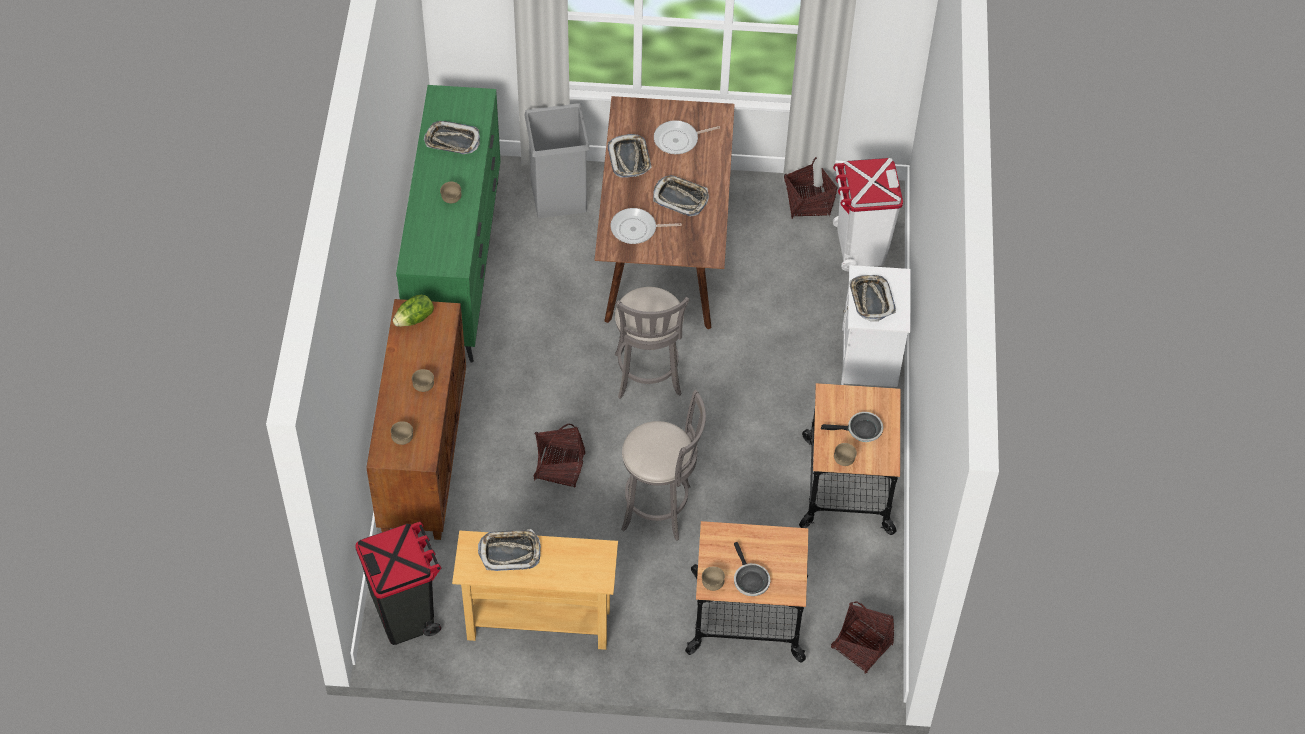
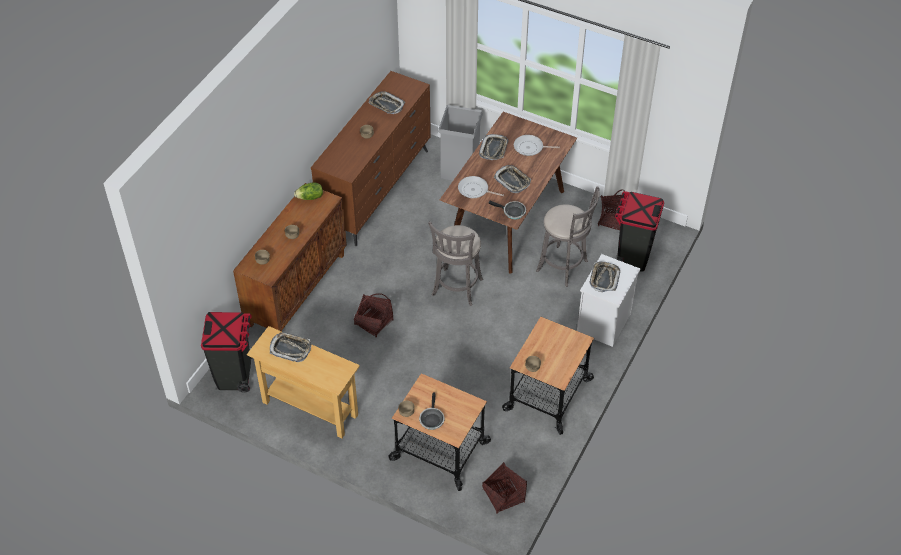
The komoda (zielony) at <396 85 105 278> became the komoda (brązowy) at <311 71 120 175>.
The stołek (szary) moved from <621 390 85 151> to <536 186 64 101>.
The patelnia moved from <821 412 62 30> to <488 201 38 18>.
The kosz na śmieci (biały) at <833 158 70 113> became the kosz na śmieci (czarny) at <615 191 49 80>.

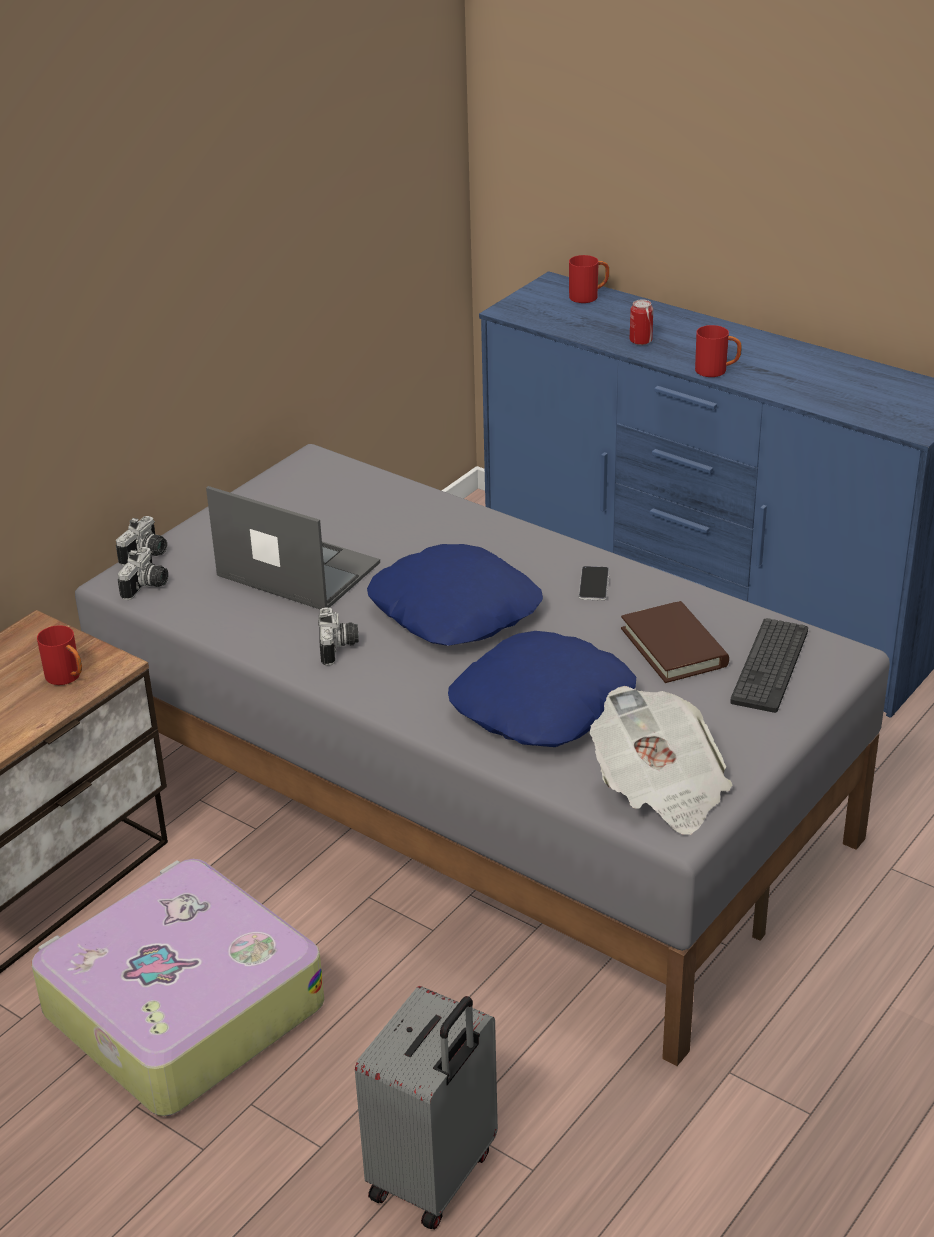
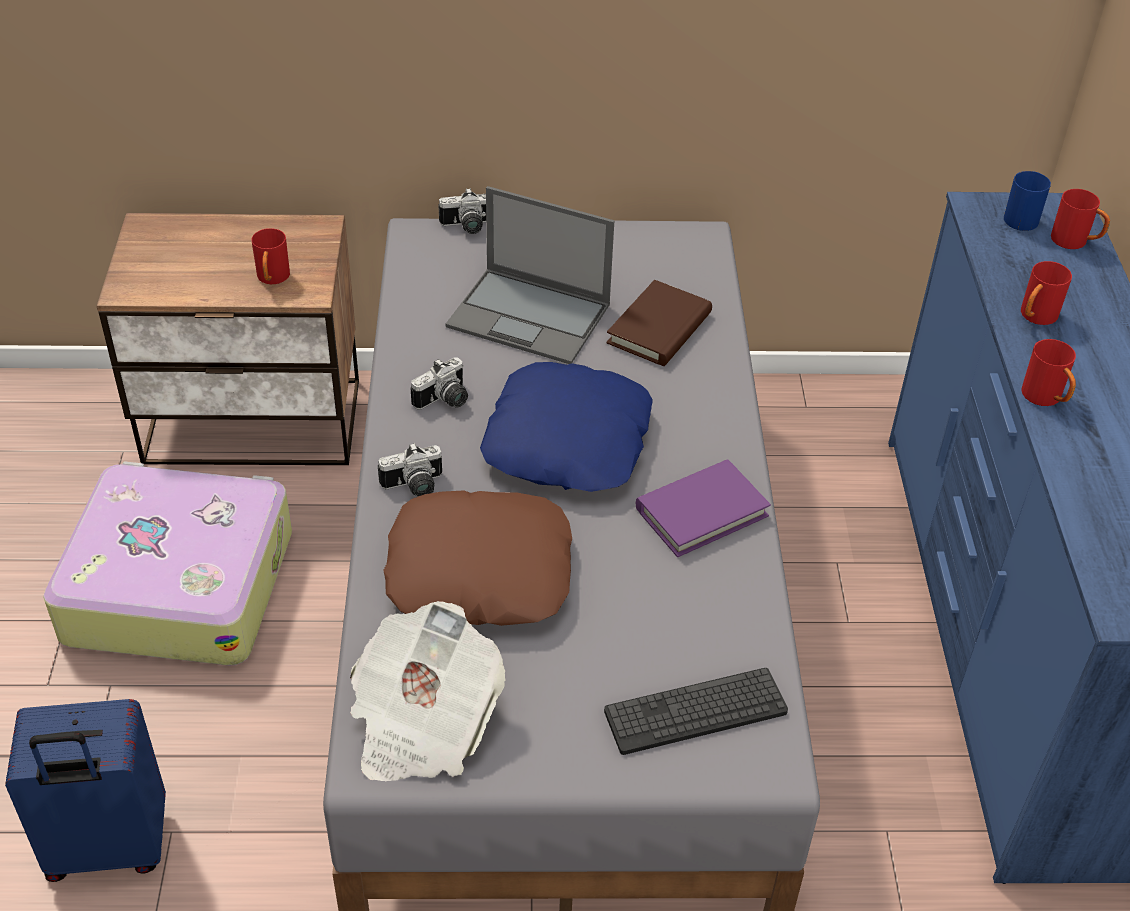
The aparat fotograficzny moved from <118 547 50 53> to <378 443 64 54>.
The laptop at <206 486 174 123> turned 120 degrees clockwise.
The walizka (szary) at <355 986 143 244> became the walizka (niebieski) at <5 699 161 183>.
The poduszka (niebieski) at <448 631 188 116> became the poduszka (brązowy) at <383 490 189 136>.
The telefon at <578 566 31 35> was replaced by the książka (fioletowy) at <636 459 135 98>.
The książka (brązowy) moved from <621 601 108 82> to <606 280 106 86>.
The puszka at <630 300 23 45> was replaced by the kubek (czerwony) at <1021 261 51 64>.
The kubek (niebieski) at <1004 171 47 60> appeared.

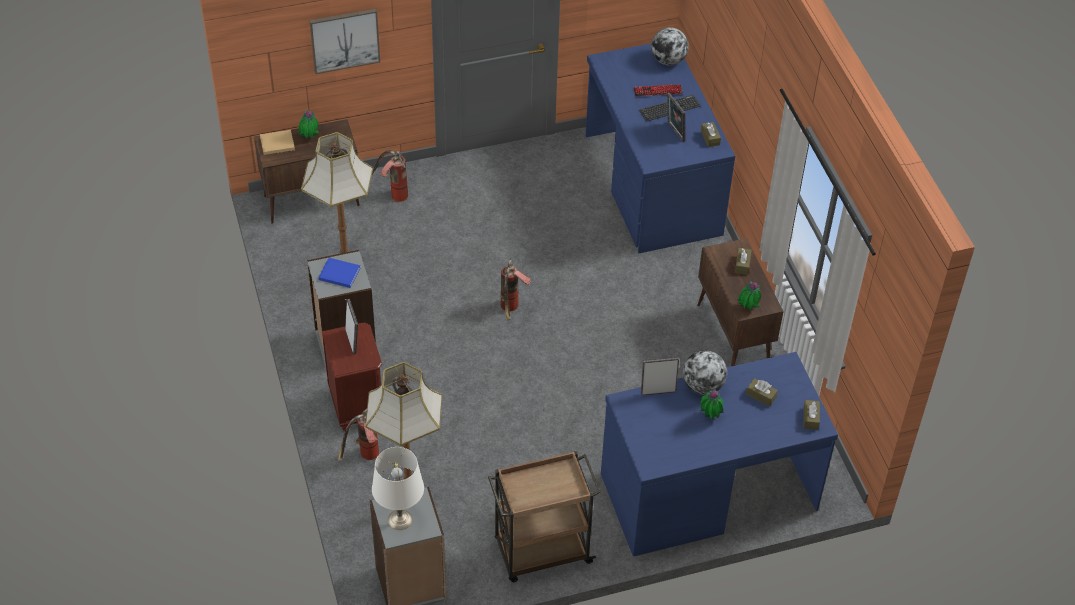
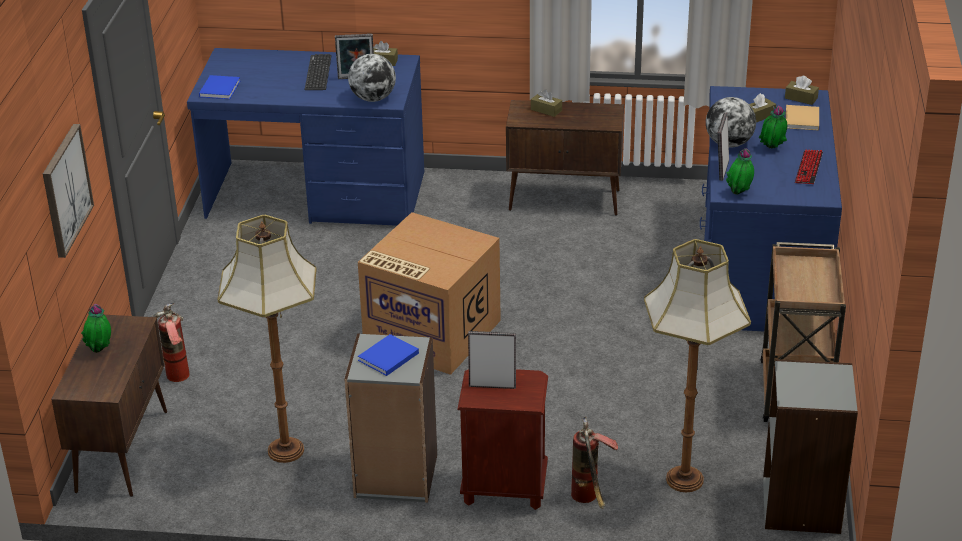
The książka (beżowy) moved from <260 130 35 25> to <786 105 33 26>.
The lampa stołowa (biały) at <372 447 52 83> disappeared.
The gaśnica at <500 258 31 63> was replaced by the karton at <358 212 143 163>.
The klawiatura moved from <634 84 49 13> to <795 150 28 34>.
The globus moved from <651 27 38 39> to <348 54 48 48>.
The roślina doniczkowa moved from <737 281 24 29> to <726 148 28 47>.
The książka (niebieski) at <199 75 41 24> appeared.

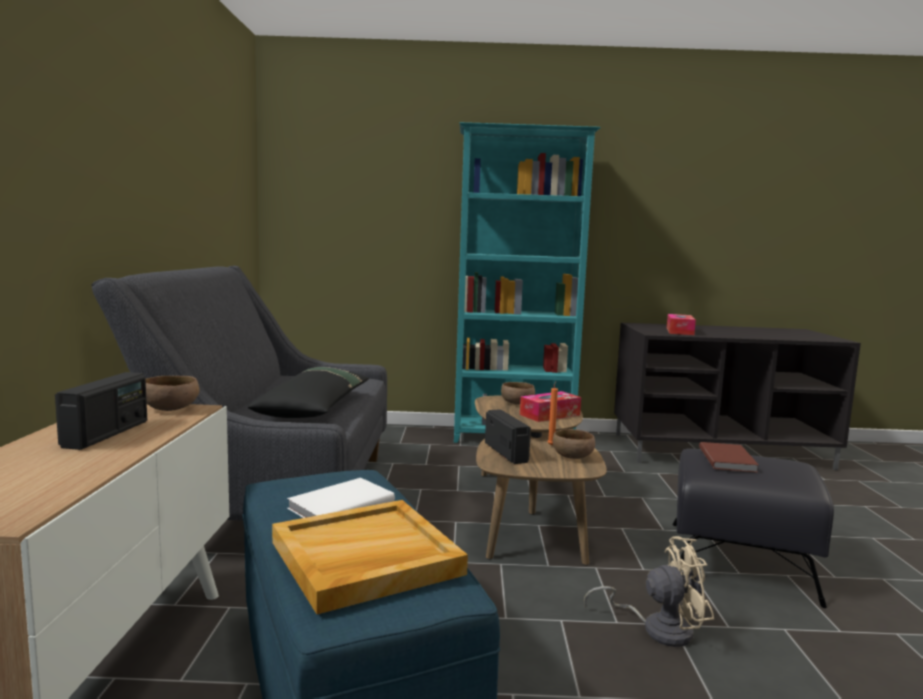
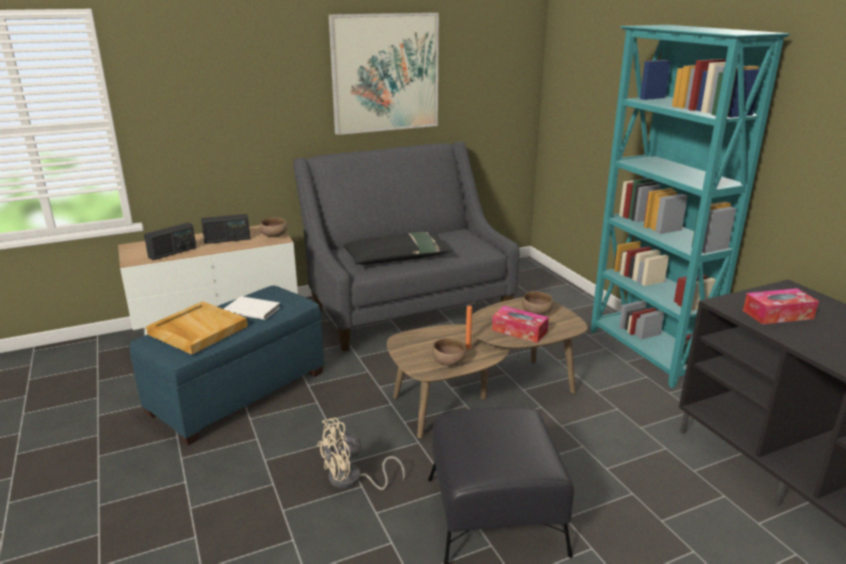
The radio moved from <485 409 46 55> to <144 223 52 37>.
The wentylator (beżowy) at <584 536 130 111> turned 90 degrees clockwise.
The książka (brązowy) at <699 442 60 31> disappeared.
The obraz at <329 13 110 122> appeared.

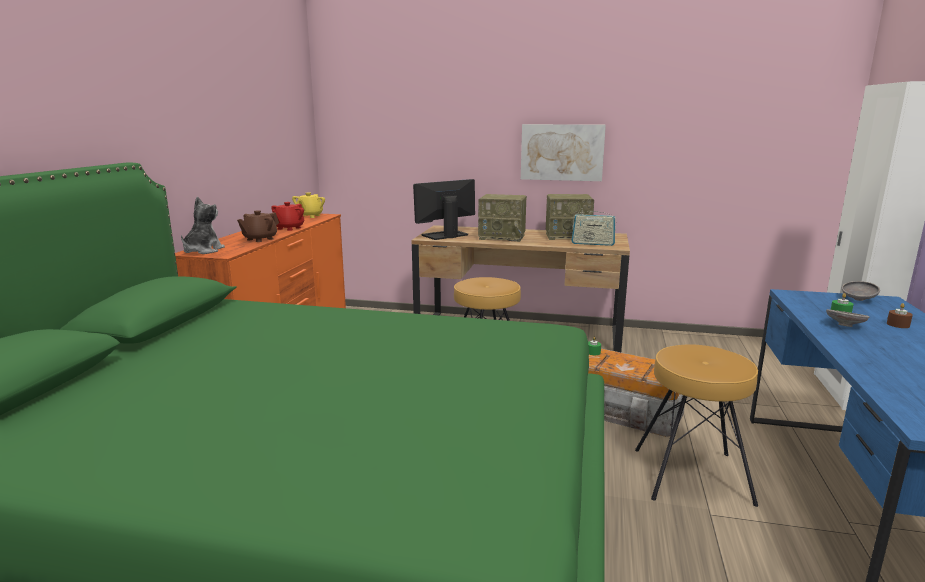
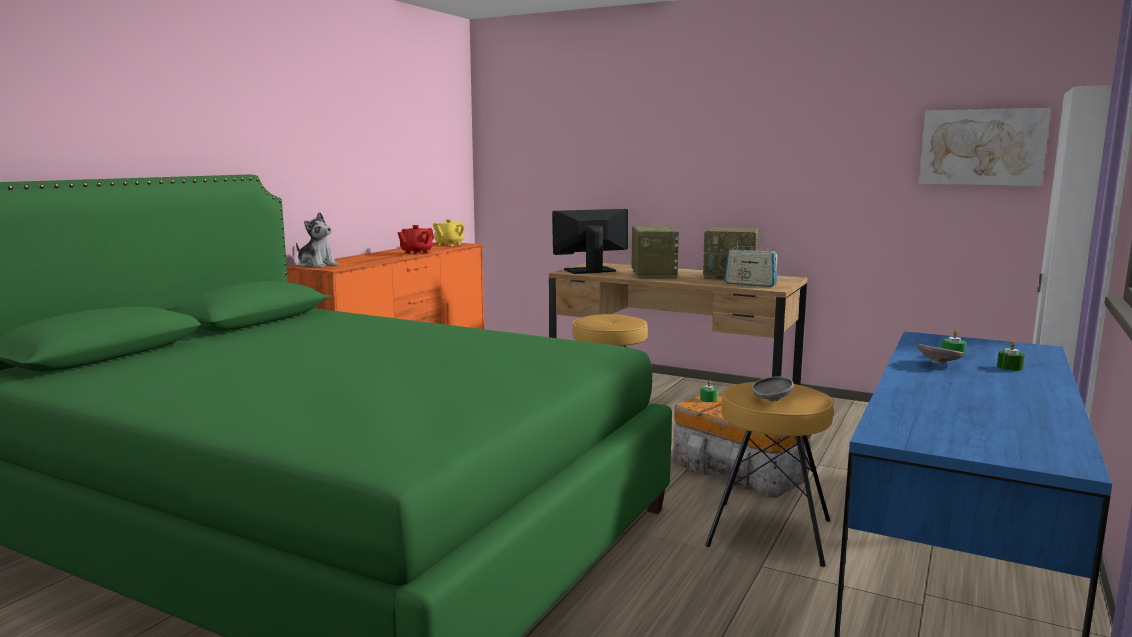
The pluszak at <181 197 44 57> turned 90 degrees clockwise.
The imbryk (brązowy) at <237 210 42 32> disappeared.
The radio at <478 194 49 48> turned 120 degrees counterclockwise.
The obraz moved from <521 124 85 57> to <918 108 133 78>.
The miska (szary) moved from <842 281 38 20> to <752 377 42 24>.
The świeca (brązowy) at <887 303 26 25> became the świeca (zielony) at <997 341 28 30>.

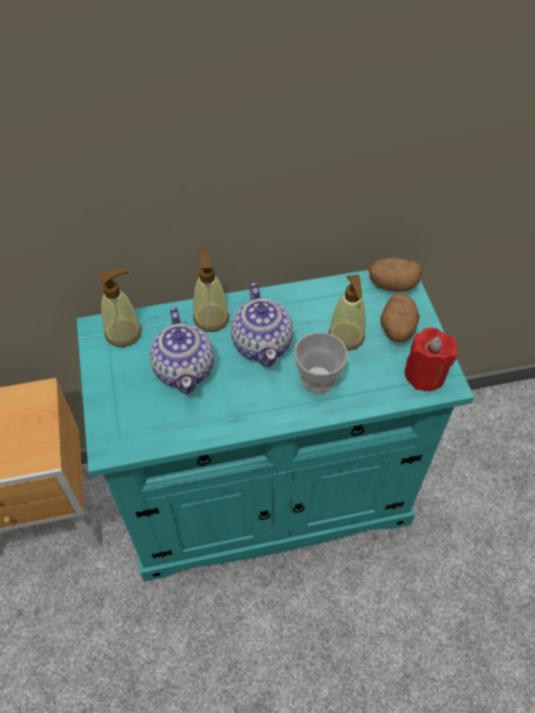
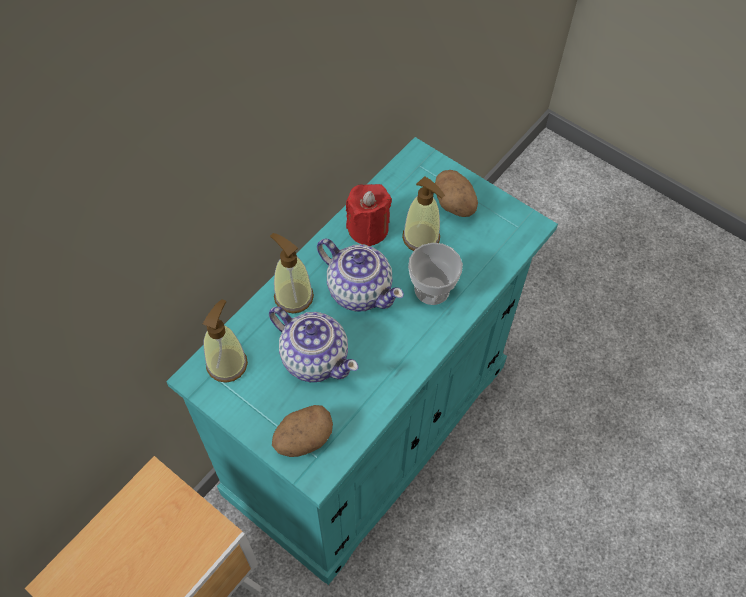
The ziemniak moved from <368 258 54 34> to <272 405 61 52>.
The świeca (czerwony) moved from <405 328 52 63> to <346 184 46 62>.

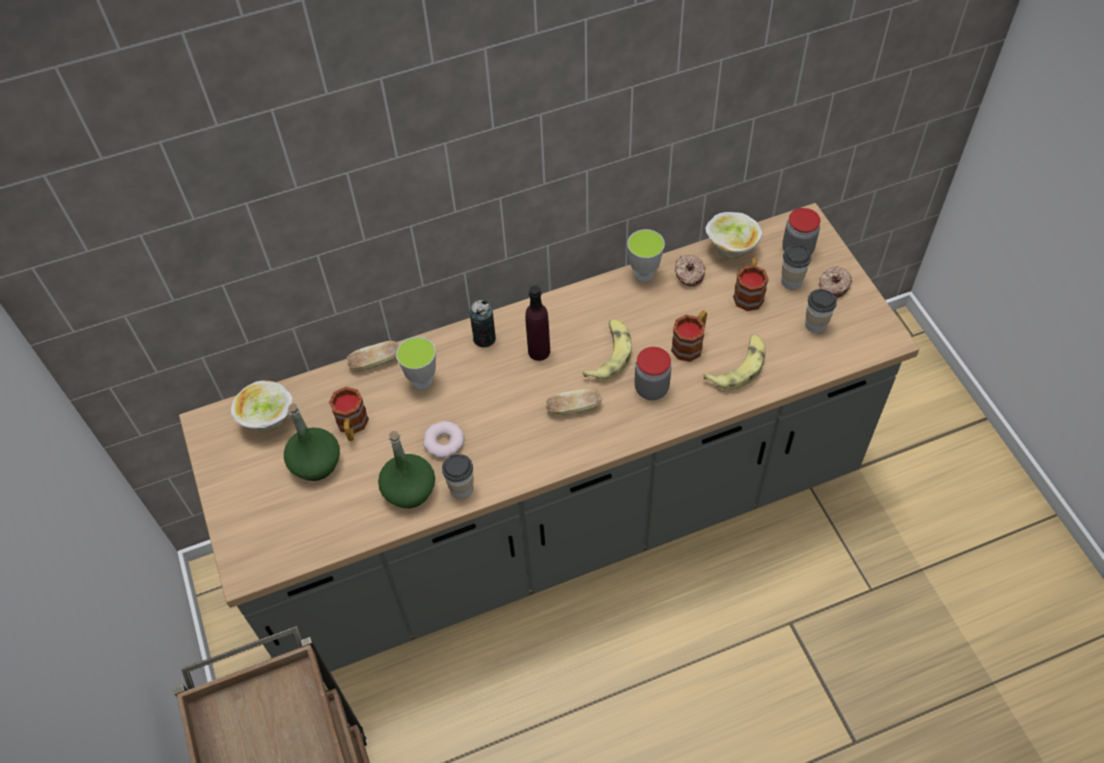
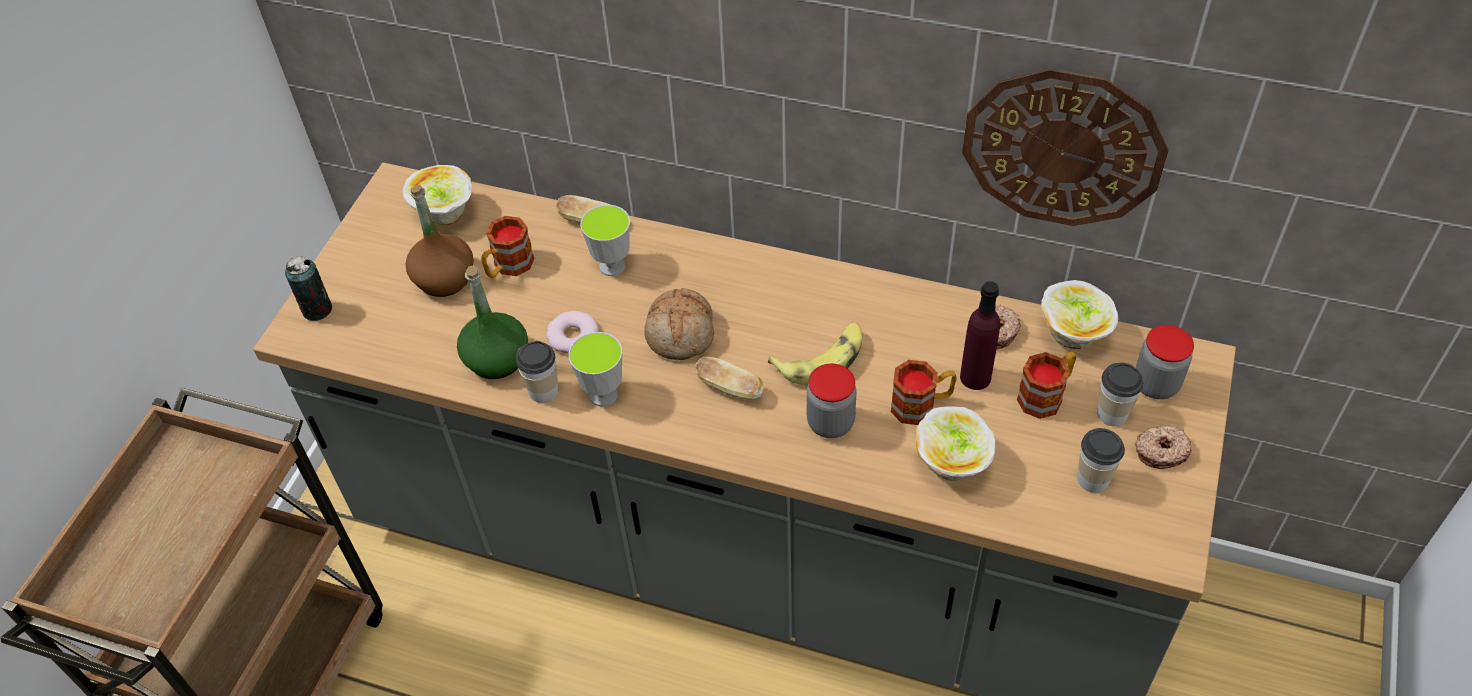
The butelka (zielony) at <284 403 56 78> became the butelka (brązowy) at <405 185 69 112>.
The puszka moved from <469 300 27 47> to <285 256 47 65>.
The butelka (fioletowy) moved from <525 285 25 76> to <960 281 40 109>.
The filiżanka moved from <627 229 38 53> to <569 332 53 75>.
The banan at <704 334 62 56> was replaced by the miska at <915 406 80 75>.
The chleb at <644 288 70 72> appeared.
The zegar ścienny at <962 69 207 157> appeared.

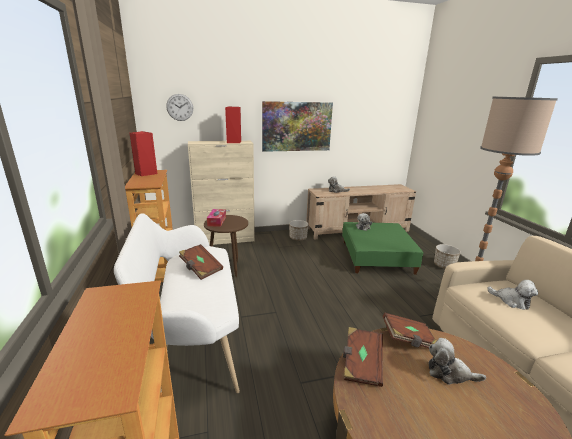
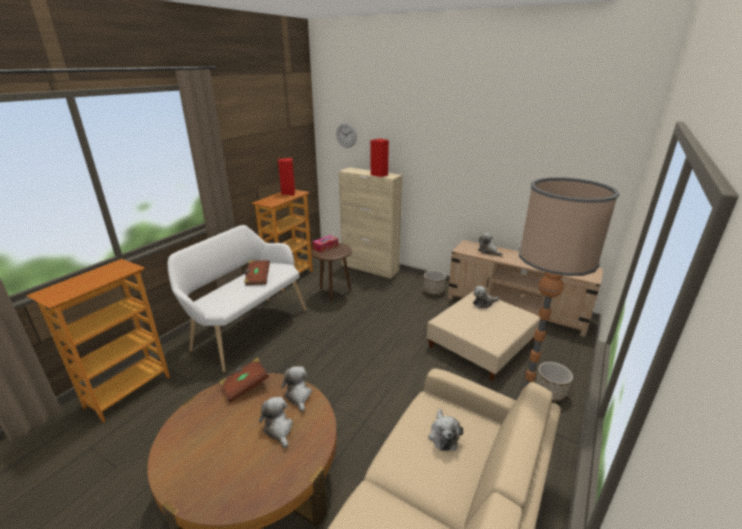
The obraz at <262 101 71 51> disappeared.
The pufa (zielony) at <342 222 82 53> became the pufa (beżowy) at <427 291 113 90>.
The książka (brązowy) at <383 313 54 35> was replaced by the pluszak at <281 366 31 46>.

